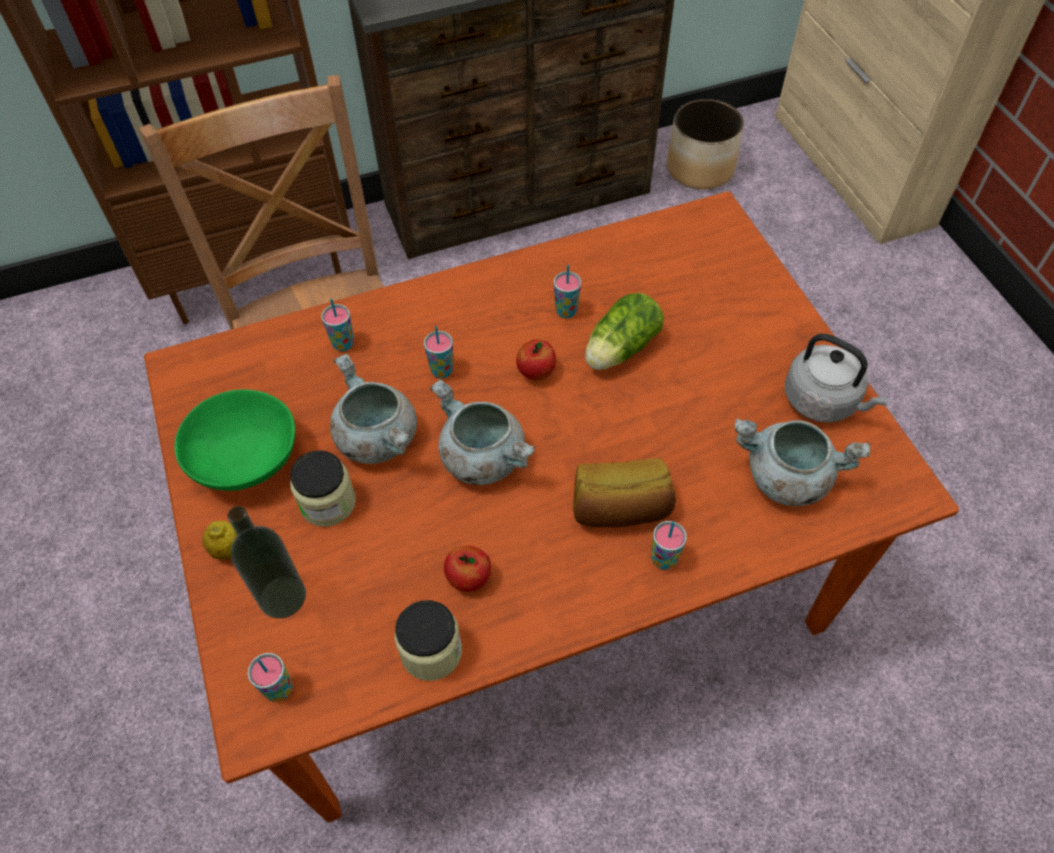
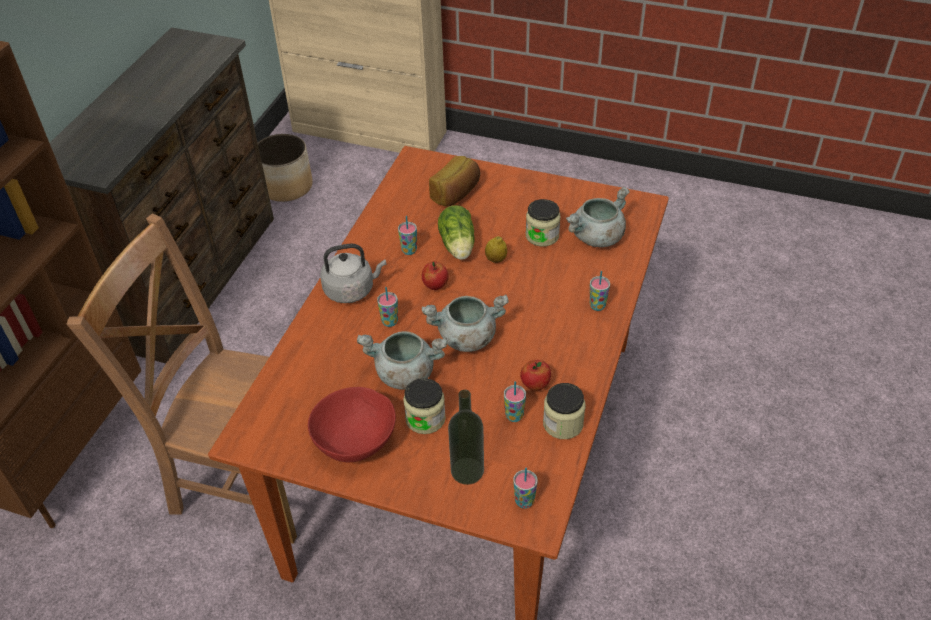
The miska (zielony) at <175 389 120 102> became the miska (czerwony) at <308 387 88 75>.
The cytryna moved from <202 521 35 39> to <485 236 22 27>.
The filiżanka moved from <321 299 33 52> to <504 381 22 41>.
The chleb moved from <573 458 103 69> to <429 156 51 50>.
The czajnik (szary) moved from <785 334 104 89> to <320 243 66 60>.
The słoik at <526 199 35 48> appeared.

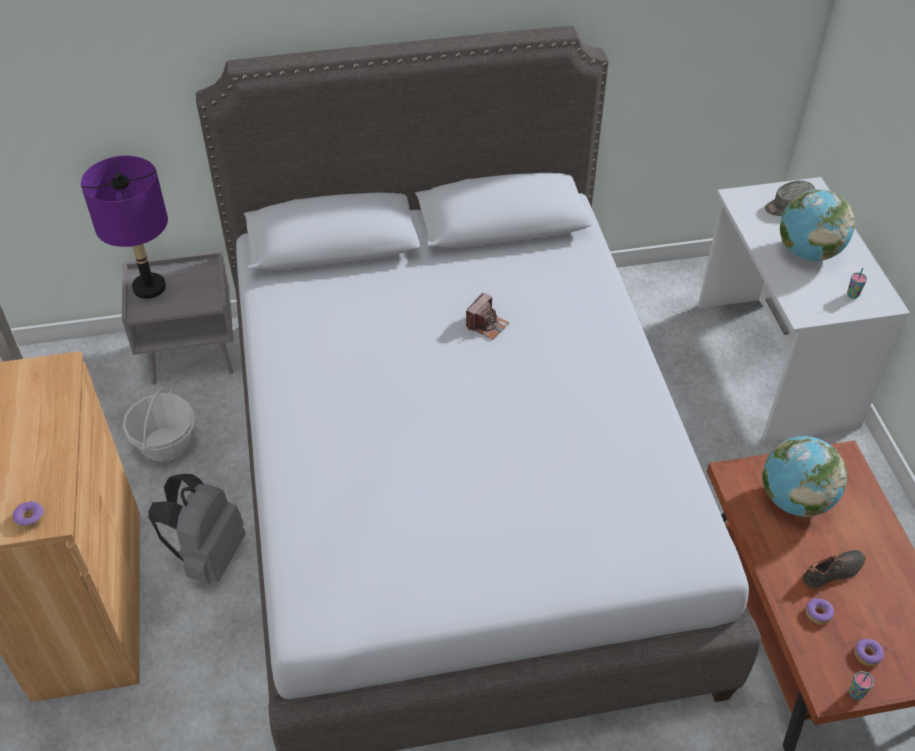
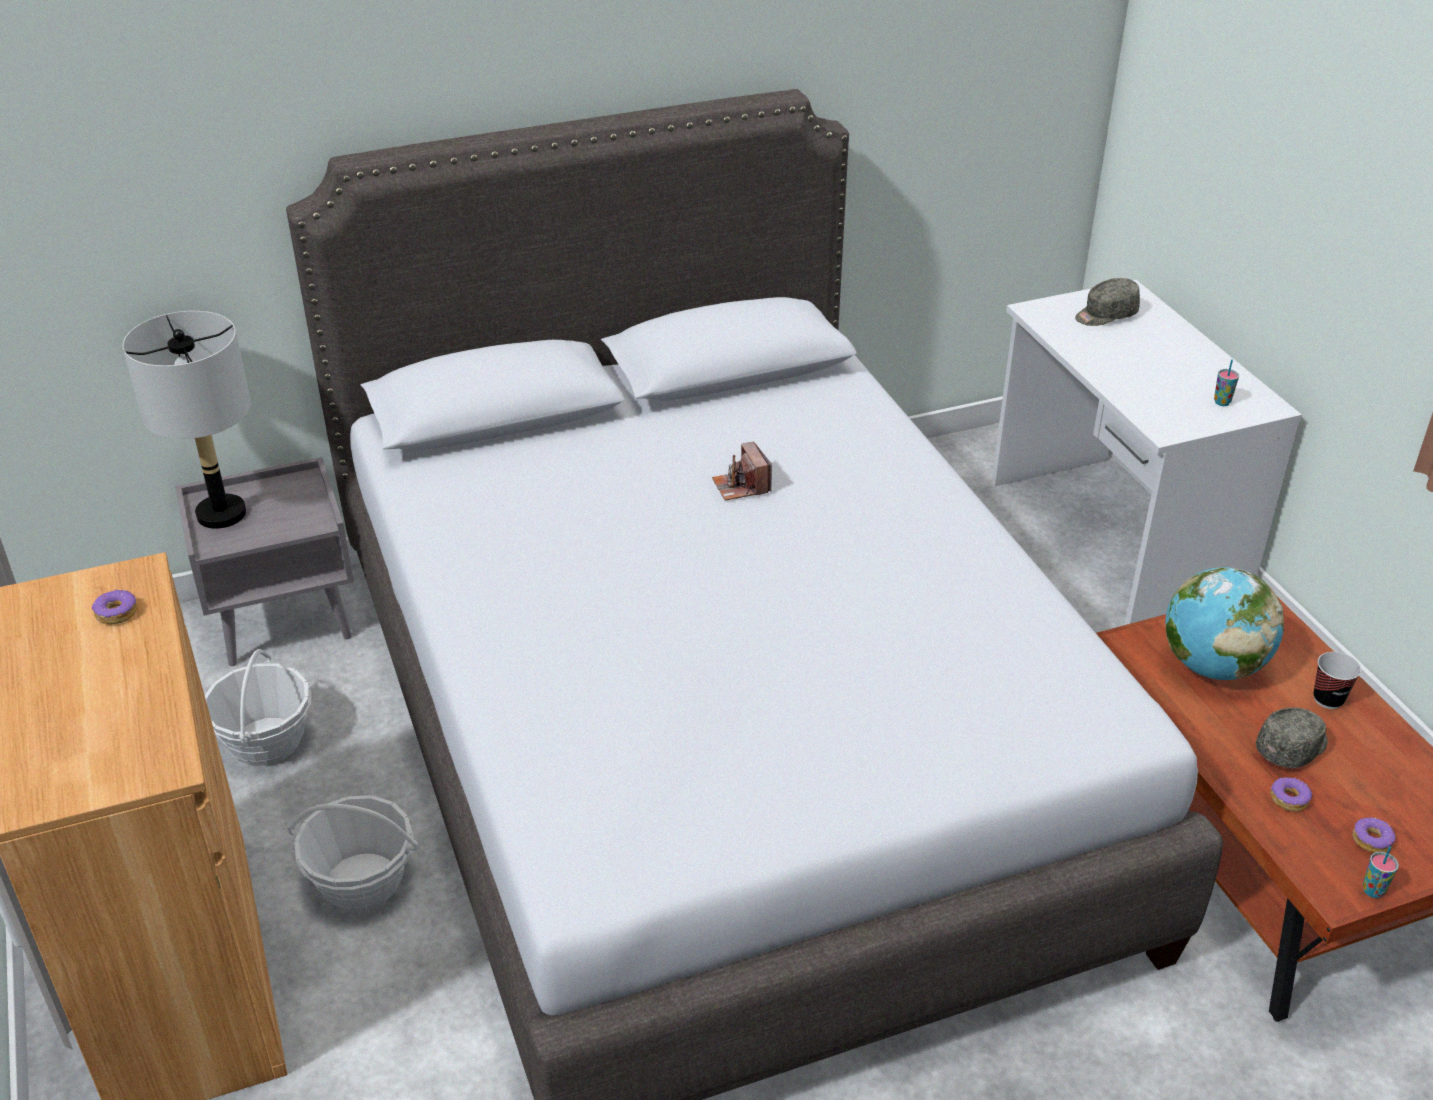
The donut moved from <12 501 33 28> to <92 589 45 36>.
The lampa stołowa (fioletowy) at <81 156 87 143> became the lampa stołowa (szary) at <123 311 128 218>.
The plecak (szary) at <148 474 98 110> was replaced by the koszyk at <287 795 131 116>.
The aparat fotograficzny at <466 292 43 48> turned 135 degrees clockwise.
The globus at <780 190 75 71> disappeared.
The but (czarny) at <802 550 64 38> was replaced by the czapka z daszkiem (szary) at <1256 707 72 61>.
The filiżanka at <1313 652 48 57> appeared.

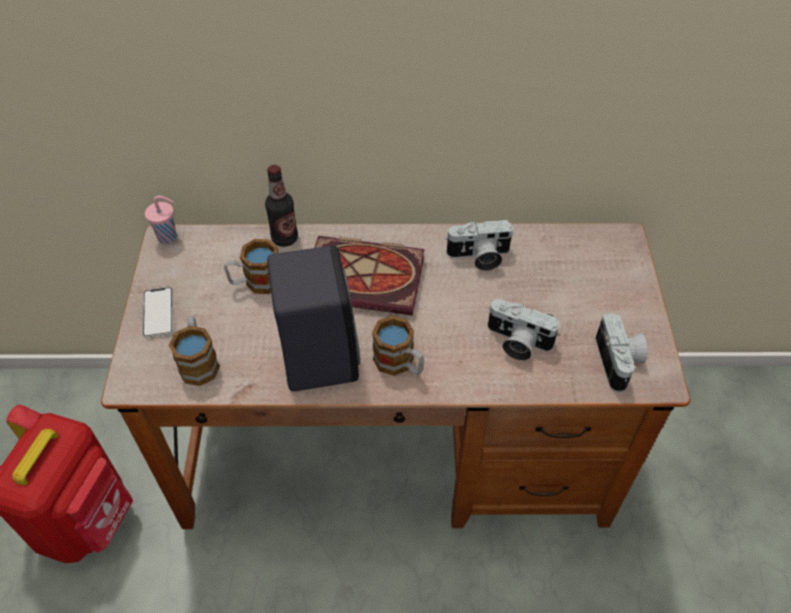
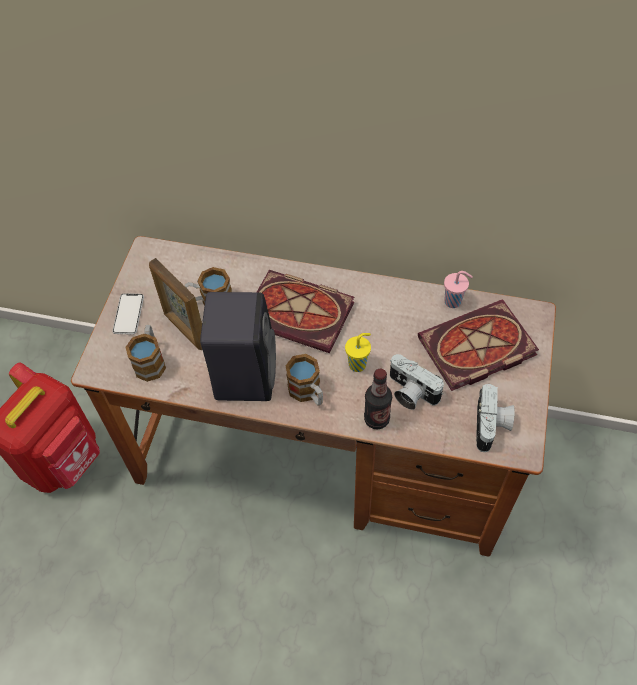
The filiżanka (różowy) moved from <145 196 32 48> to <444 271 29 37>.
The butelka moved from <265 165 33 82> to <364 369 28 60>.
The aparat fotograficzny at <445 220 69 51> disappeared.
The ramka na zdjęcie at <149 258 53 92> appeared.
The filiżanka (żółty) at <345 333 26 39> appeared.
The książka at <418 299 121 92> appeared.

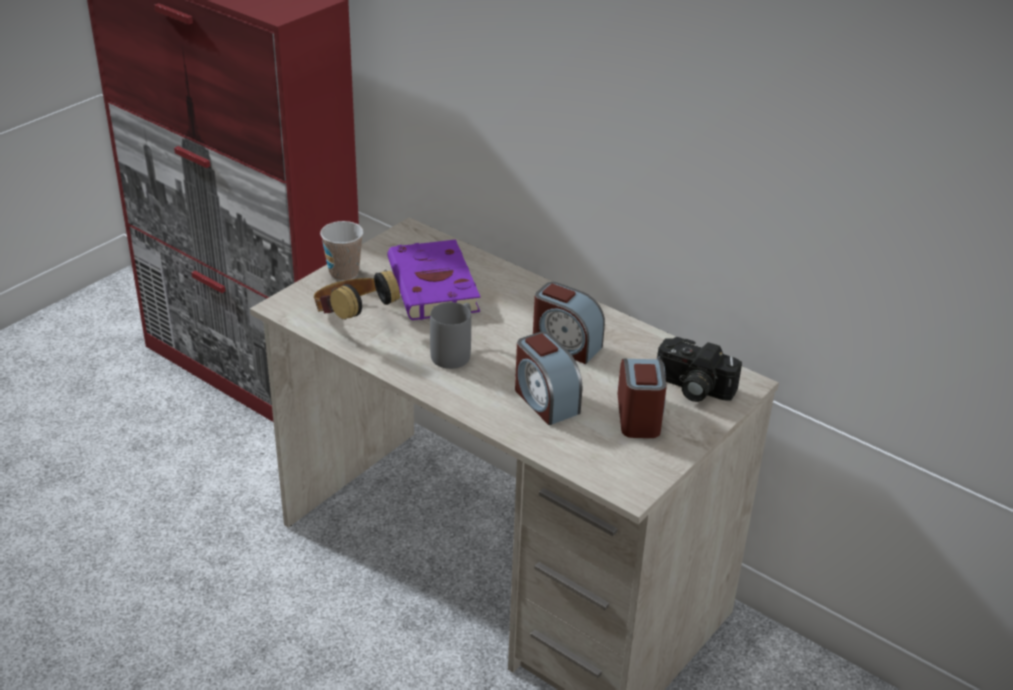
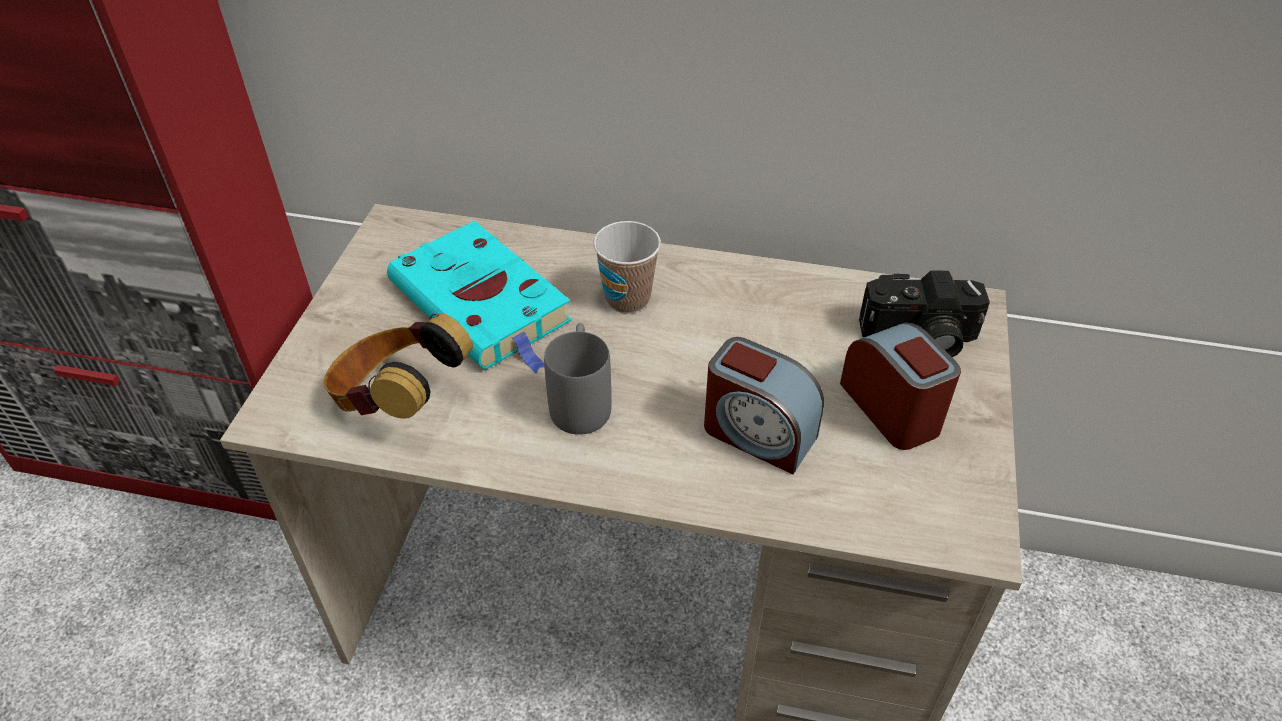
The filiżanka moved from <320 221 44 60> to <593 221 68 93>.
The książka (fioletowy) at <387 240 93 80> became the książka (turkusowy) at <387 221 185 152>.
The budzik at <533 282 72 82> disappeared.

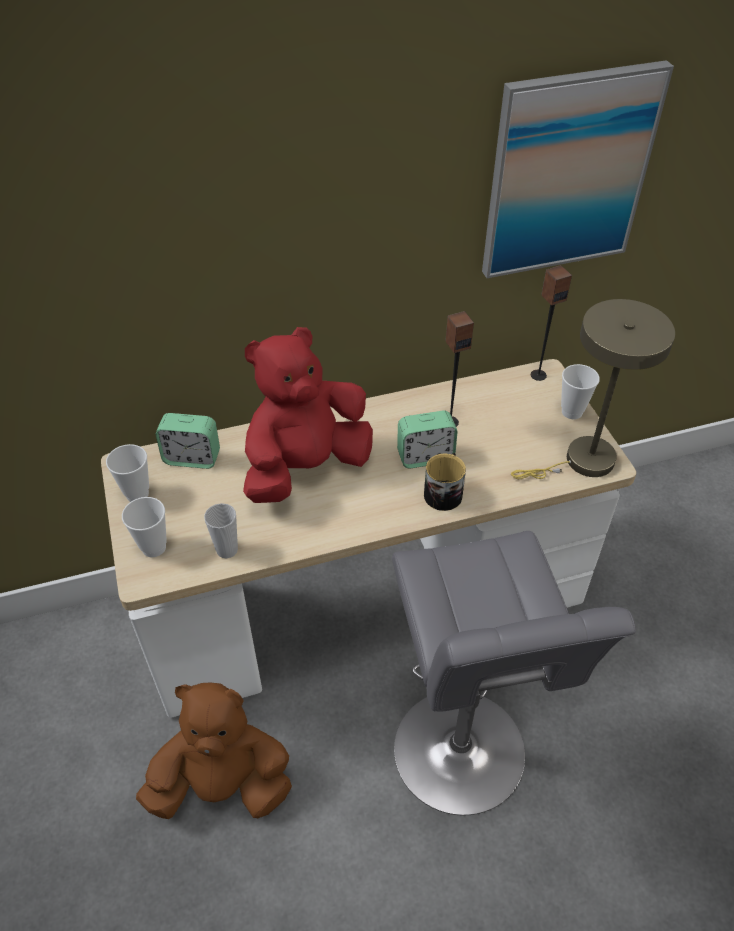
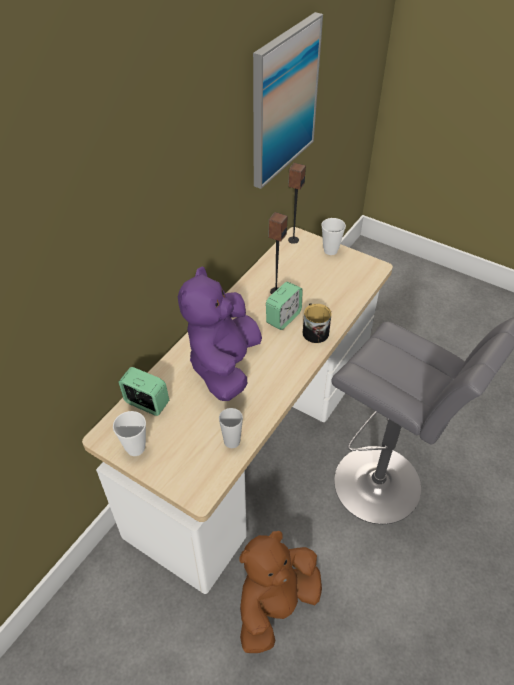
The filiżanka at <122 497 45 60> disappeared.
The budzik at <156 413 64 56> turned 120 degrees counterclockwise.
The pluszak (czerwony) at <243 327 130 176> became the pluszak (fioletowy) at <178 267 84 134>.
The lampa stołowa (beżowy) at <511 299 164 180> disappeared.

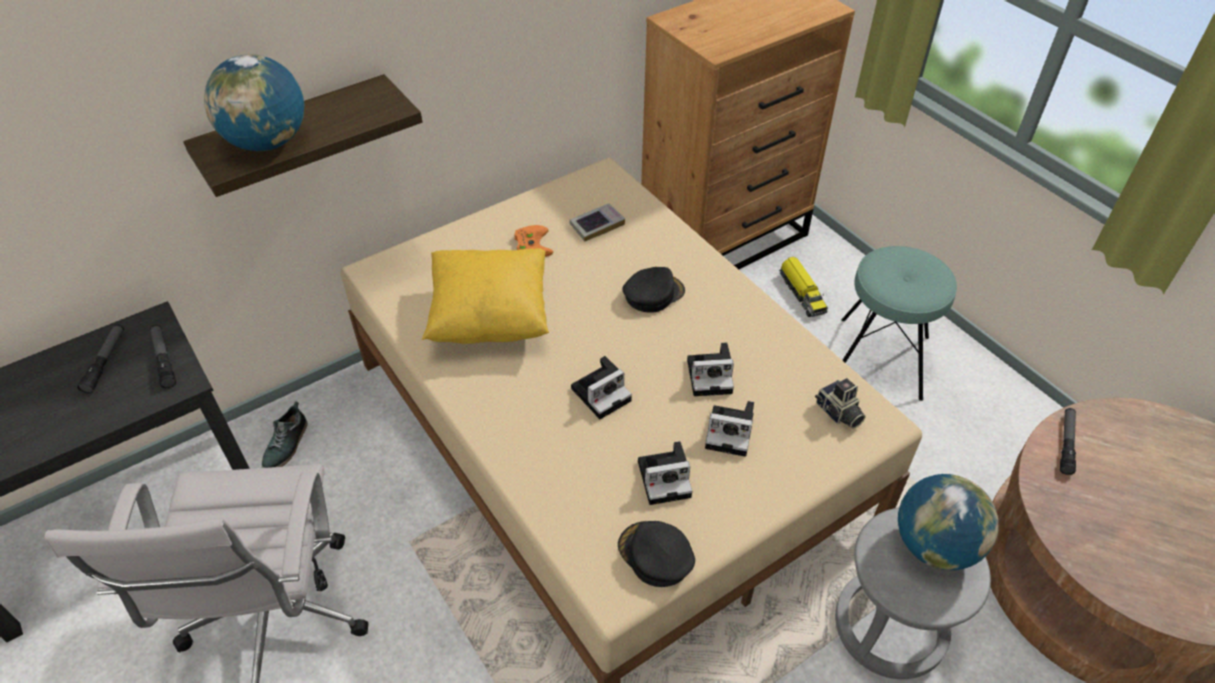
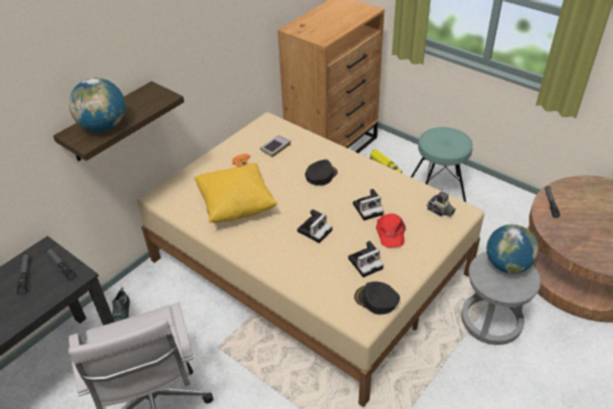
The aparat fotograficzny at <705 401 49 56> was replaced by the czapka z daszkiem (czerwony) at <376 214 30 34>.

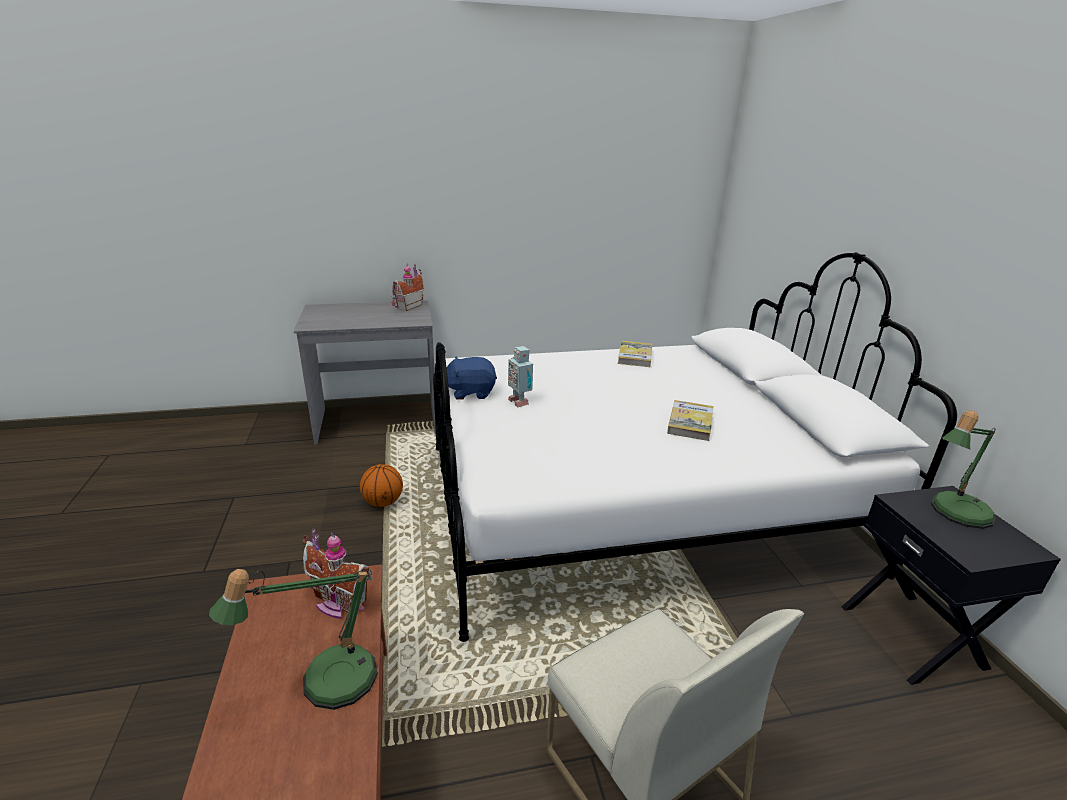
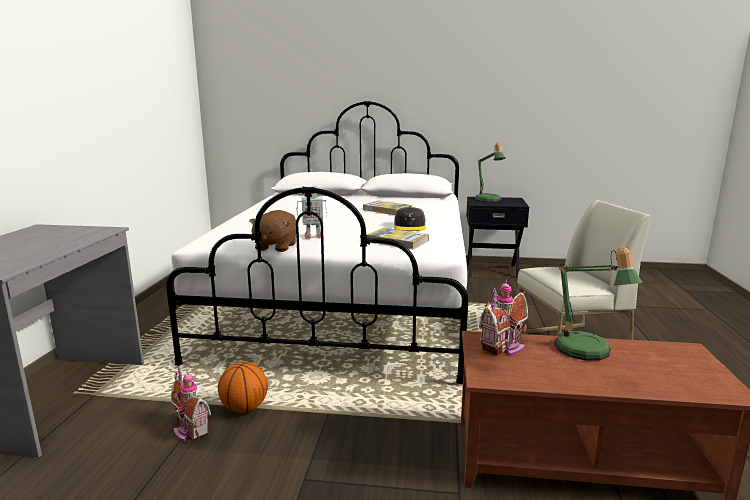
The domek moved from <392 263 32 48> to <171 367 40 74>.
The pluszak (niebieski) at <447 356 50 44> became the pluszak (brązowy) at <249 210 47 42>.
The książka moved from <618 341 34 26> to <367 228 62 21>.
The czapka z daszkiem (szary) at <394 207 31 24> appeared.

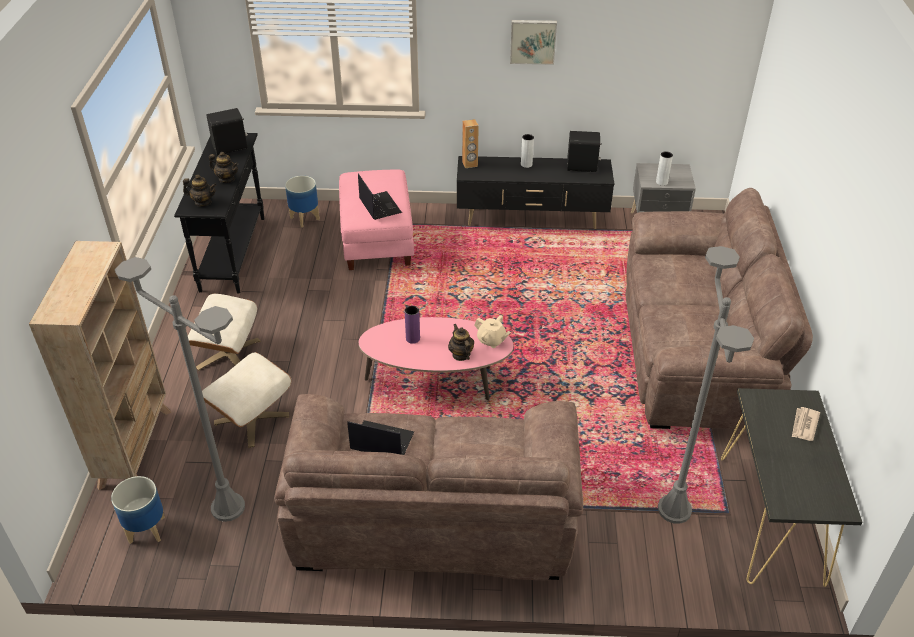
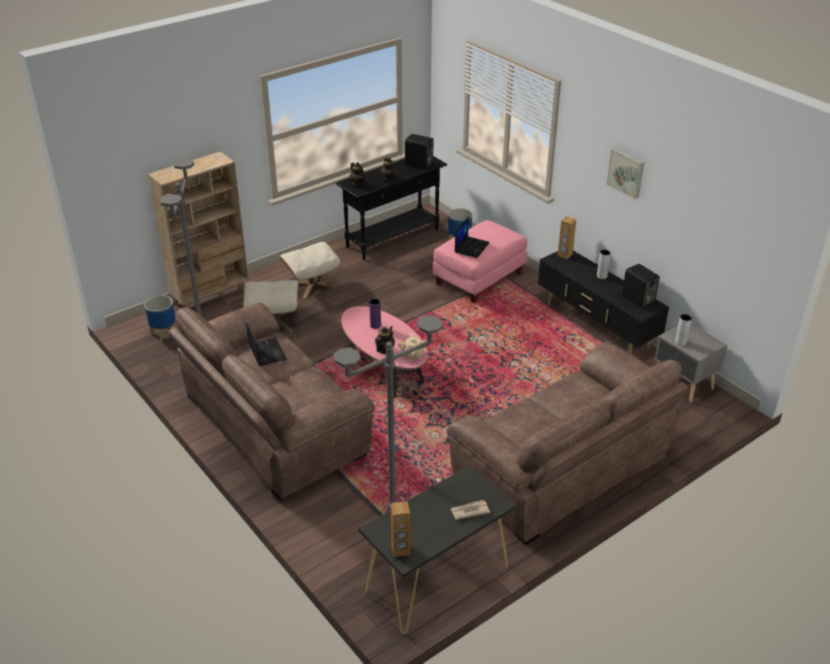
The głośnik (brązowy) at <391 501 19 56> appeared.

